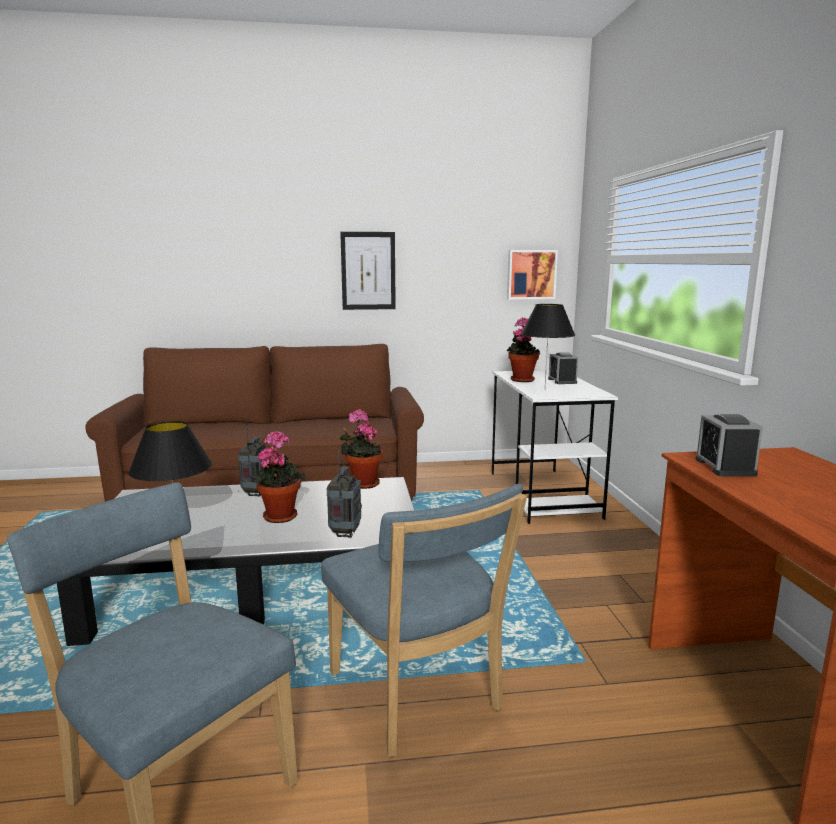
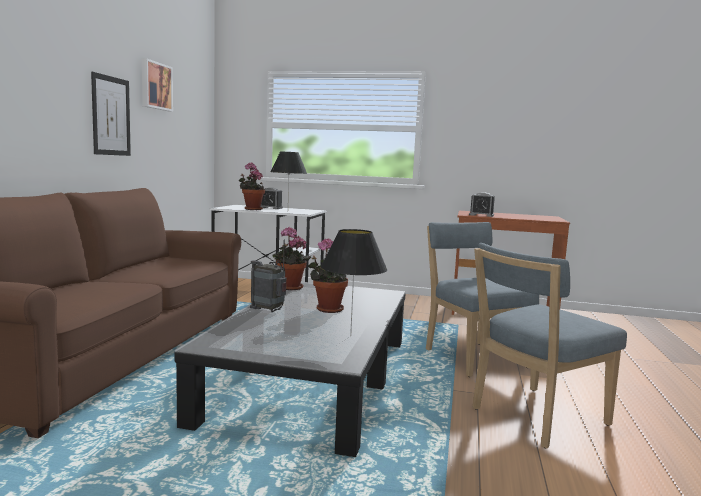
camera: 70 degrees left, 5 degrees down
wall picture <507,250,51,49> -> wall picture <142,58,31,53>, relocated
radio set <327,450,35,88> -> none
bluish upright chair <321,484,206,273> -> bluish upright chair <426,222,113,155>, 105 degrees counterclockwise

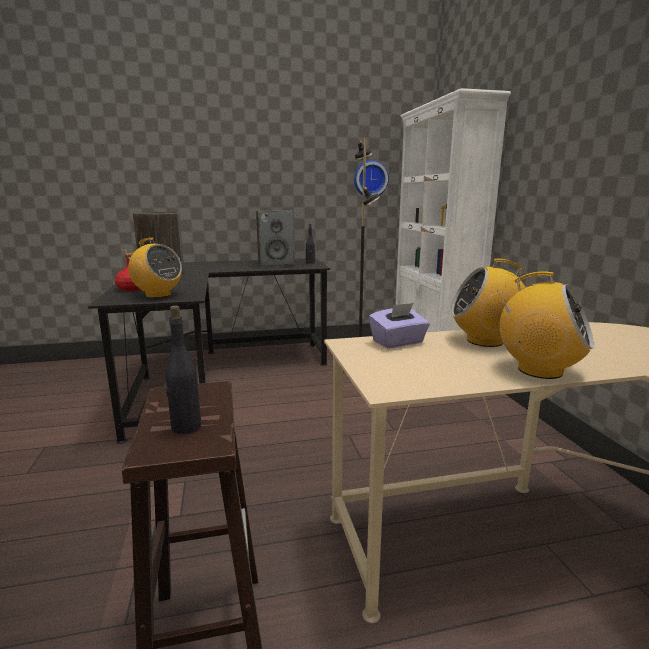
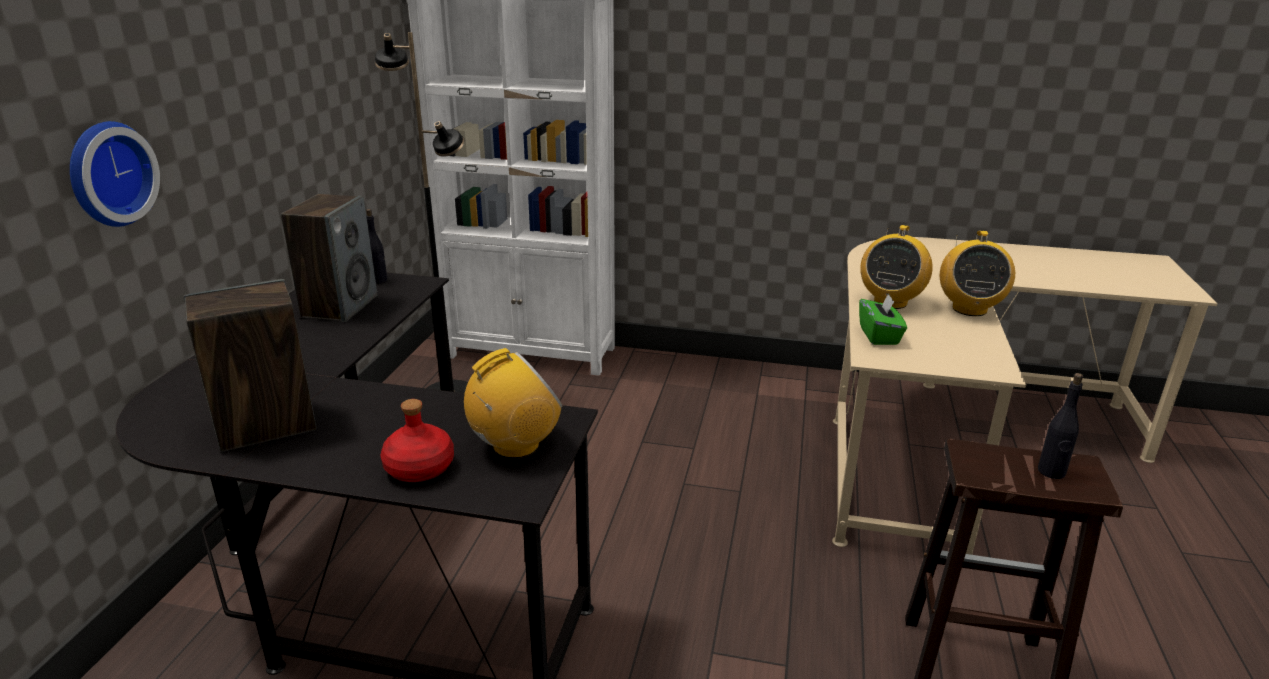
camera: 65 degrees left, 10 degrees up
hanging clock <354,160,35,37> -> hanging clock <70,121,90,106>, relocated
radio set <497,272,97,107> -> radio set <940,231,75,85>, 135 degrees clockwise
purple-coloured tissue holder <369,303,61,45> -> greenish tissue holder <859,293,48,52>

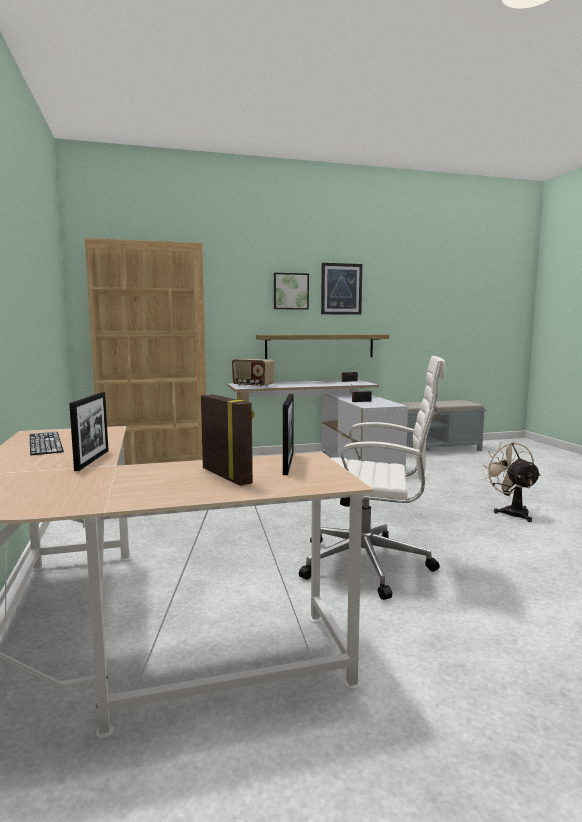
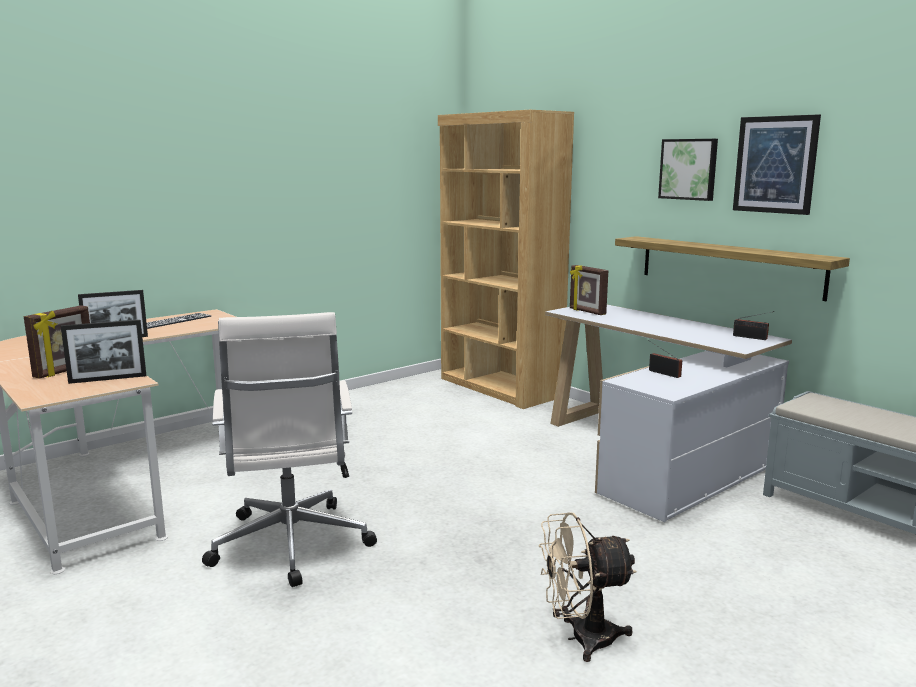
camera: 65 degrees right, 5 degrees up
radio set <232,359,42,28> -> photo frame <570,265,38,50>
beige-coloured cooling fan <482,442,59,80> -> beige-coloured cooling fan <539,512,98,150>, 150 degrees counterclockwise

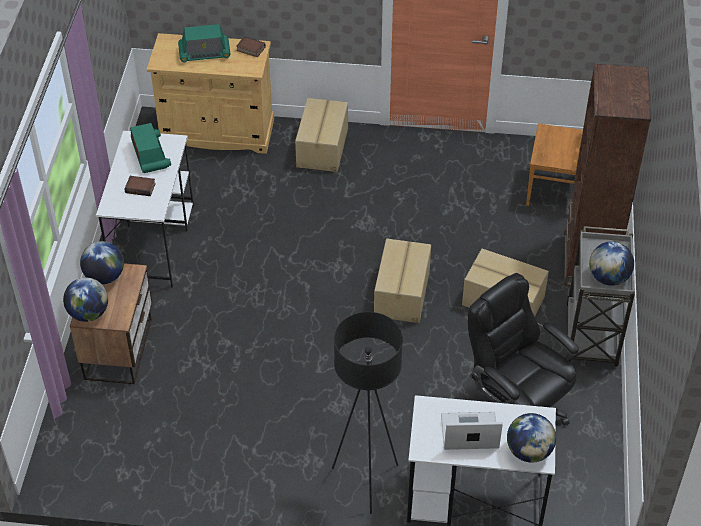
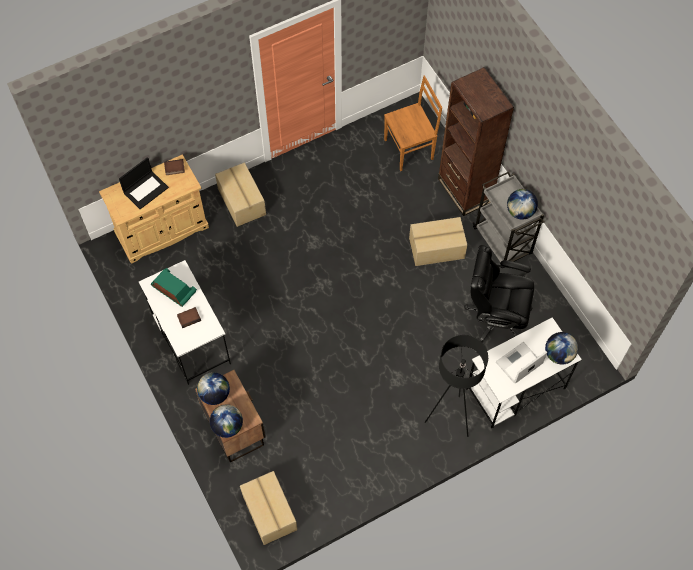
camera: 35 degrees left, 15 degrees up
radio set <178,24,53,38> -> laptop <119,157,50,52>
carton <374,239,57,84> -> carton <240,471,58,74>, relocated

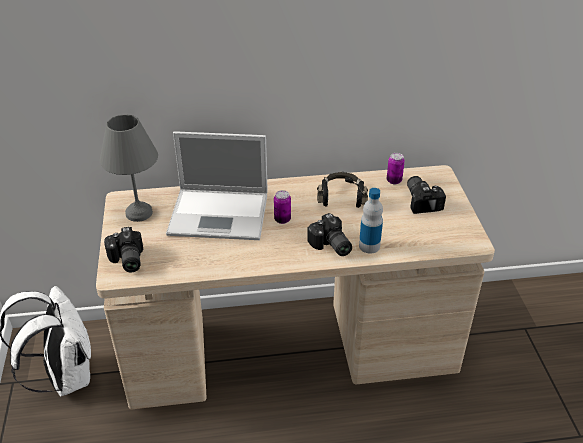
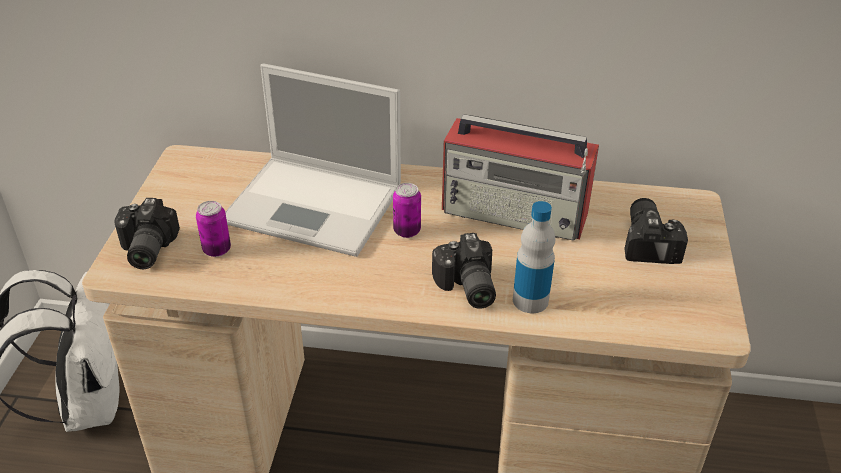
camera: 15 degrees right, 0 degrees up
grey tabletop lamp <100,115,58,107> -> none
sealed can <387,153,18,31> -> sealed can <196,201,35,56>, relocated
black pair of headphones <317,172,51,36> -> radio set <442,114,157,127>

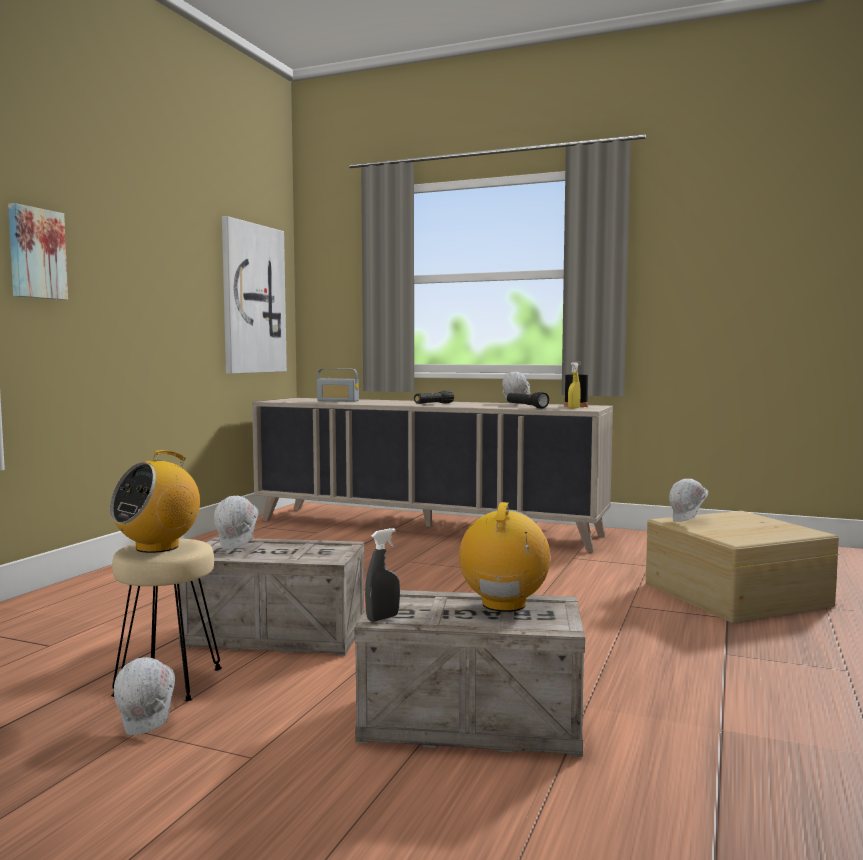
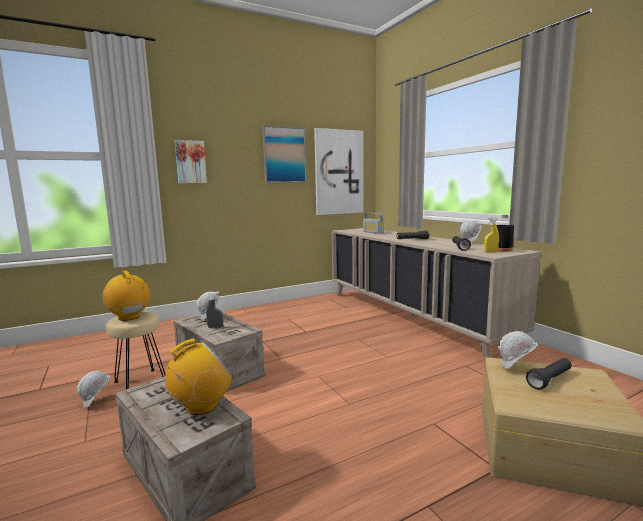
camera: 40 degrees right, 5 degrees up
radio set <110,450,90,103> -> radio set <103,270,47,51>, 60 degrees clockwise
grey hand sprayer <365,528,35,94> -> grey hand sprayer <206,292,17,36>, relocated
none -> wall picture <262,125,44,58>
none -> black flashlight <526,358,46,32>

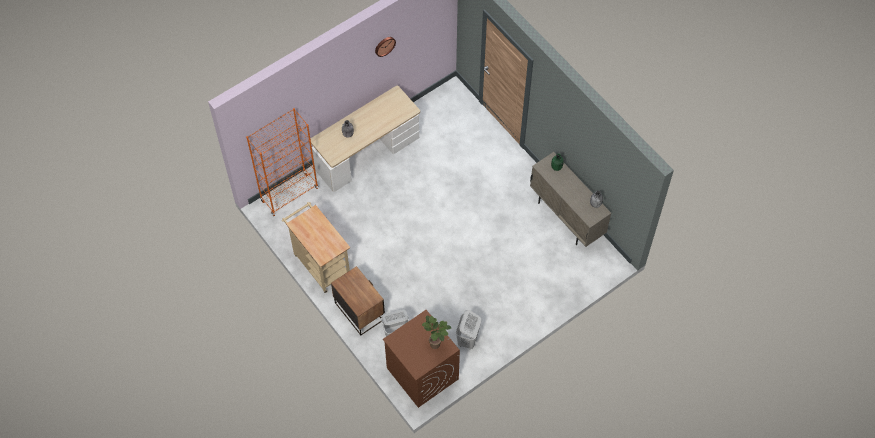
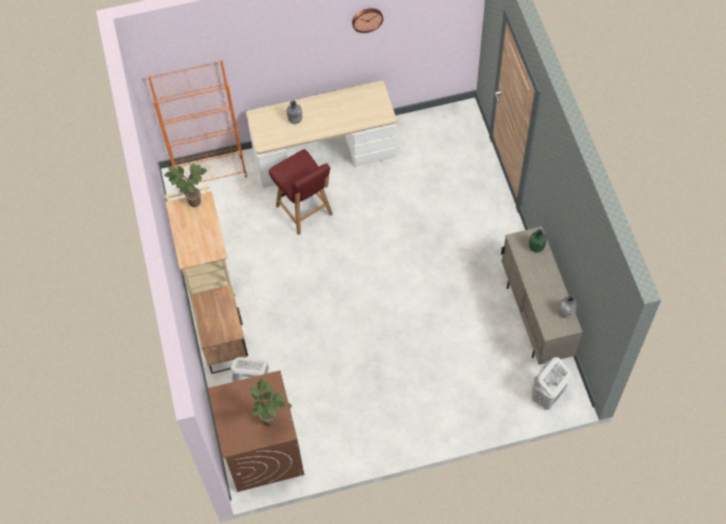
camera: 25 degrees right, 0 degrees up
whitish laundry basket <455,310,26,39> -> whitish laundry basket <532,357,40,53>, relocated
none -> red upright chair <269,149,64,86>
none -> plant in a pot <164,163,43,44>

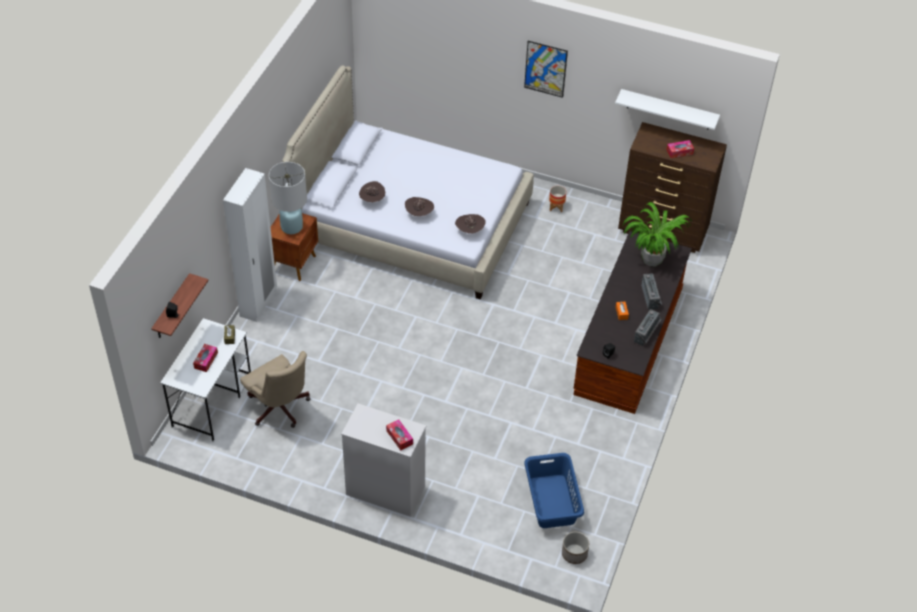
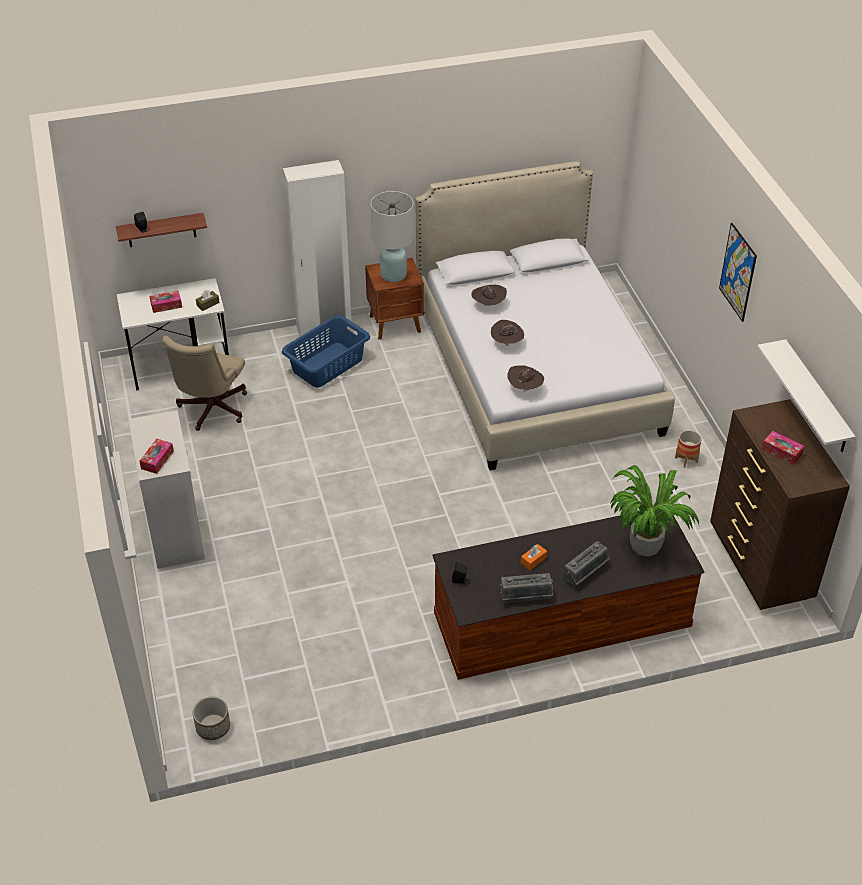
camera: 55 degrees right, 5 degrees down
bluish laundry basket <524,453,60,75> -> bluish laundry basket <282,315,88,73>, relocated

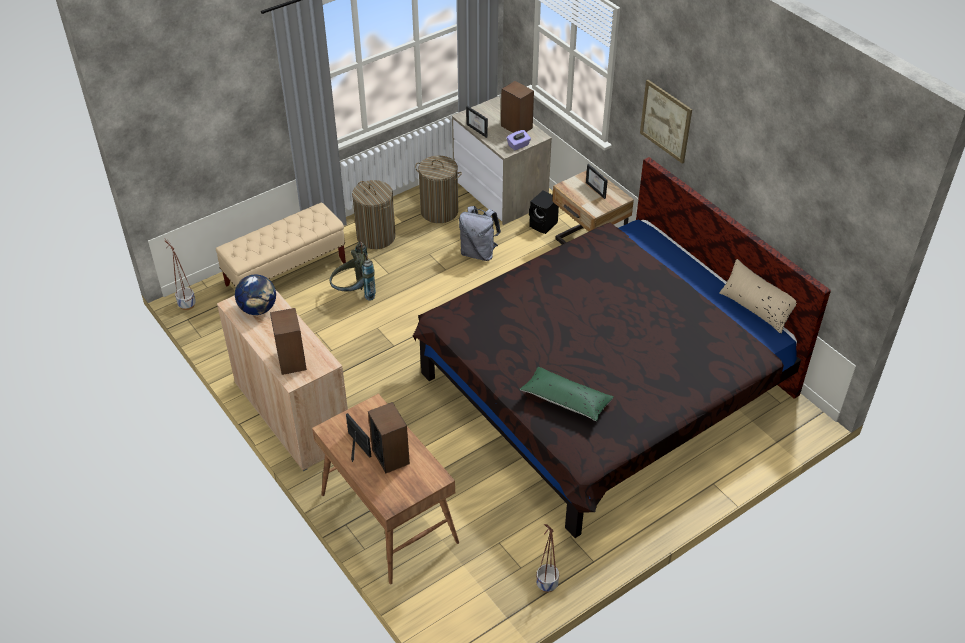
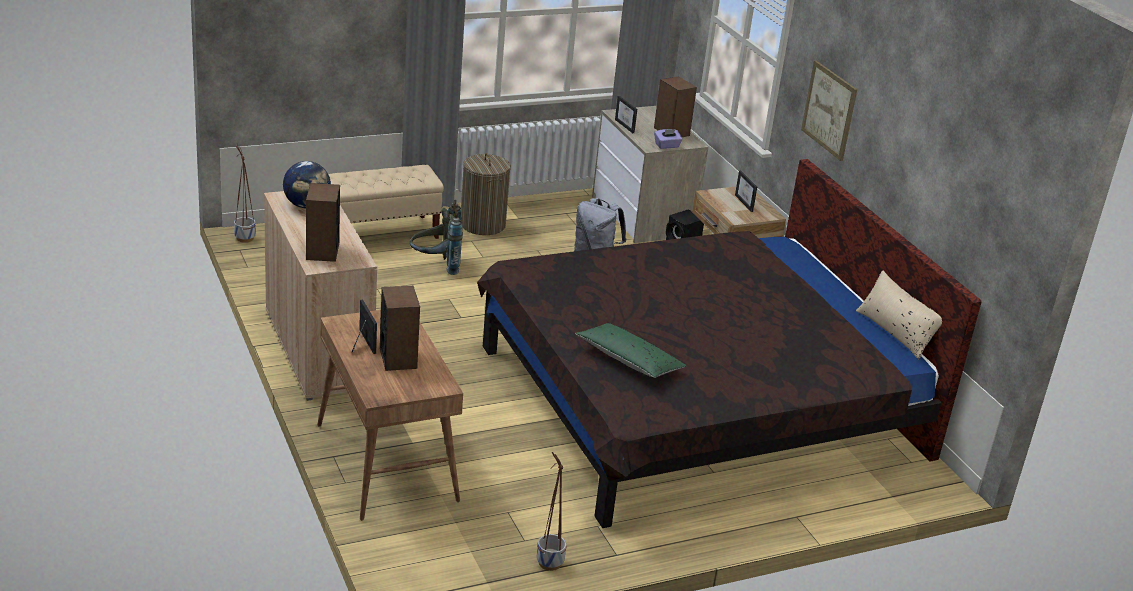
camera: 10 degrees right, 15 degrees down
laundry basket <415,156,47,67> -> none

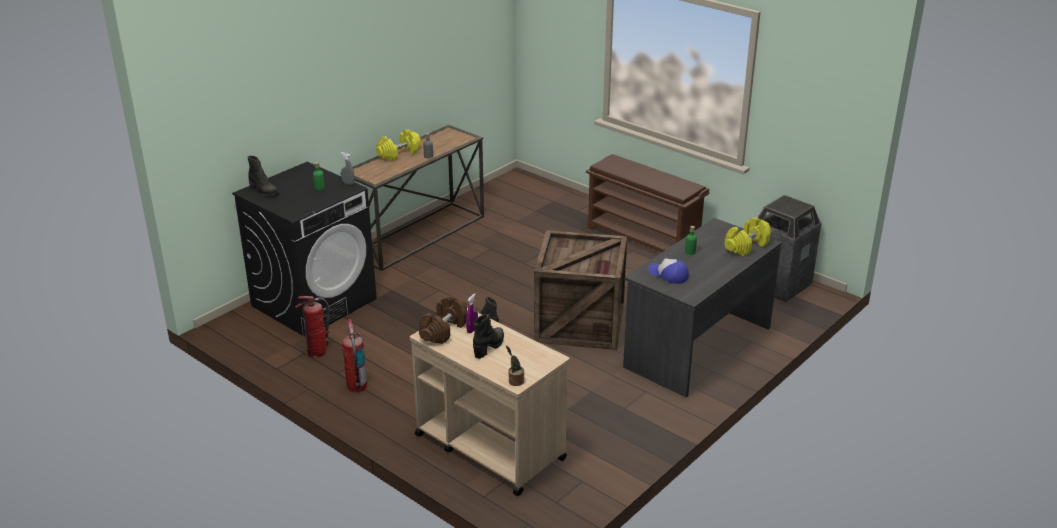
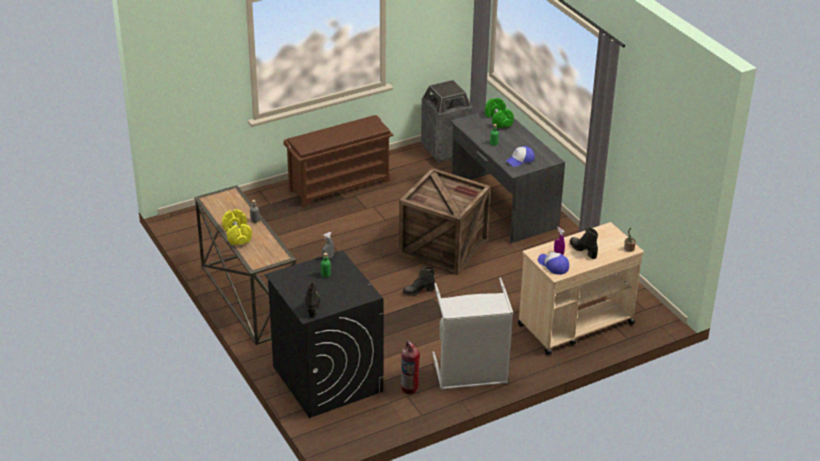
camera: 70 degrees left, 5 degrees up
black tall boot <248,156,31,40> -> black tall boot <306,281,15,37>, 60 degrees counterclockwise
yellowish hand weight <724,217,47,39> -> greenish hand weight <485,98,29,30>
brownish hand weight <419,296,48,48> -> peaked cap <538,252,31,23>
extinguisher <342,319,25,74> -> grey laundry basket <432,278,81,112>

